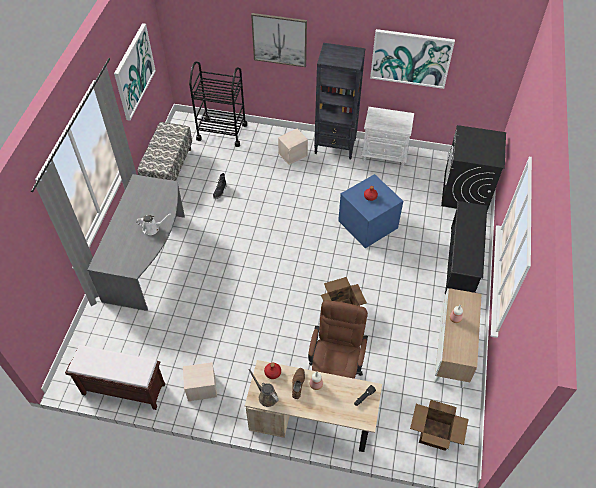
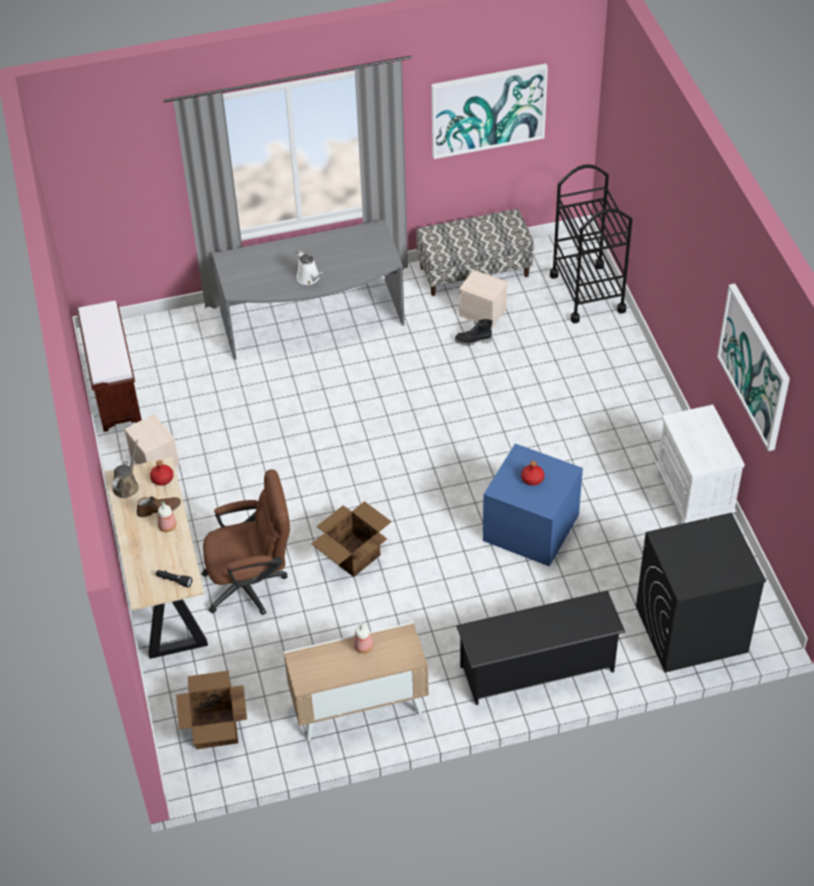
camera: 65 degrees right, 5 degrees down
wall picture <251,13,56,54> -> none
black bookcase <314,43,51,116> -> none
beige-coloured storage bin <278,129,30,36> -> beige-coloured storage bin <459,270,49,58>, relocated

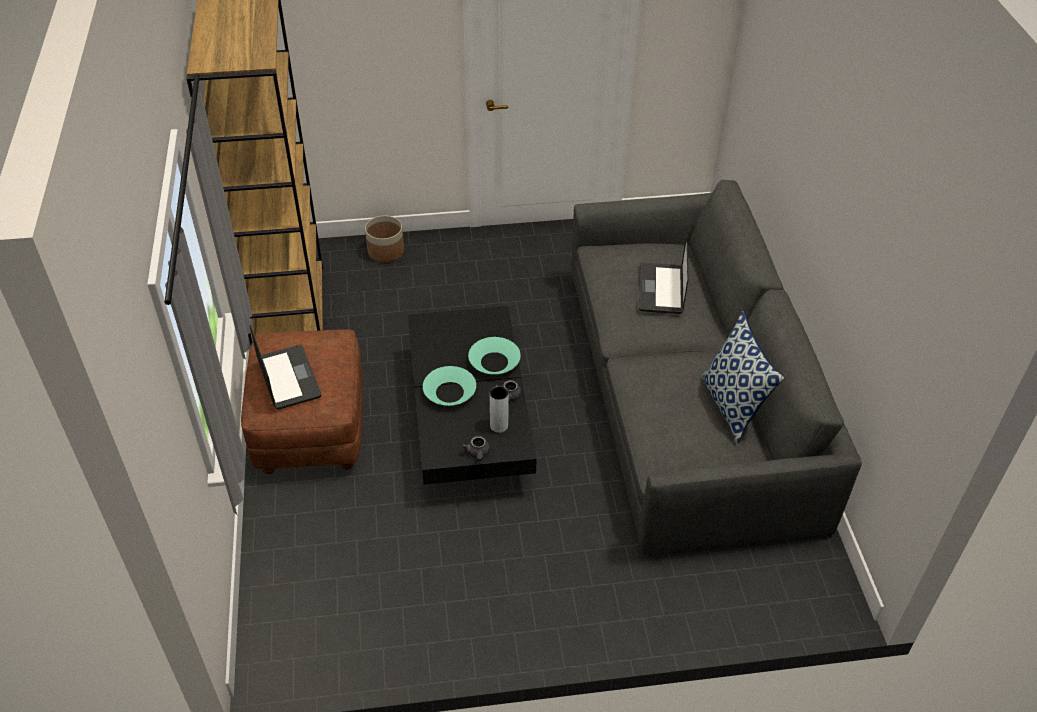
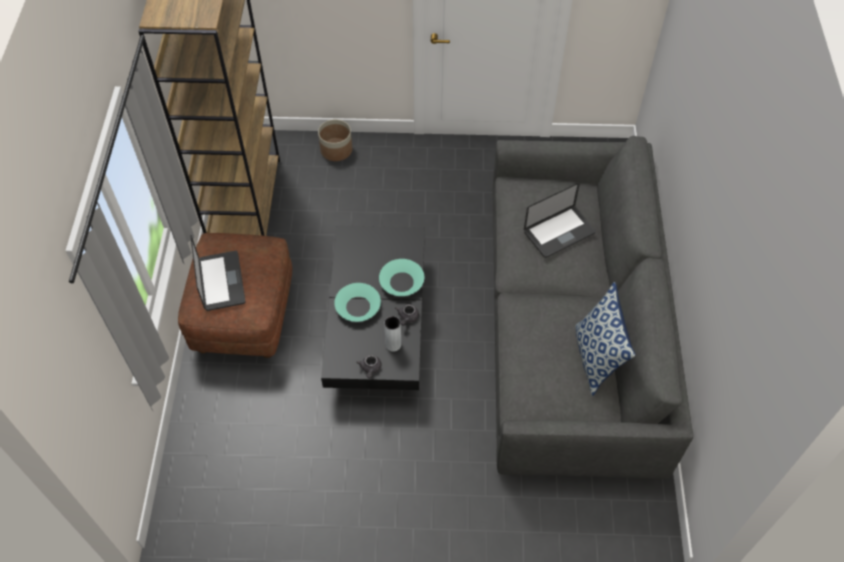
camera: 10 degrees right, 10 degrees up
laptop <639,234,49,80> -> laptop <524,183,72,75>, 135 degrees counterclockwise

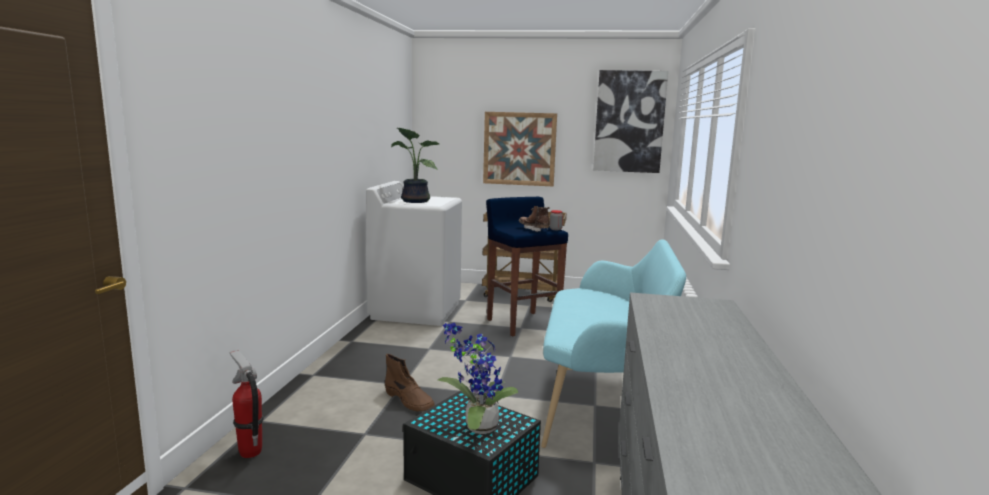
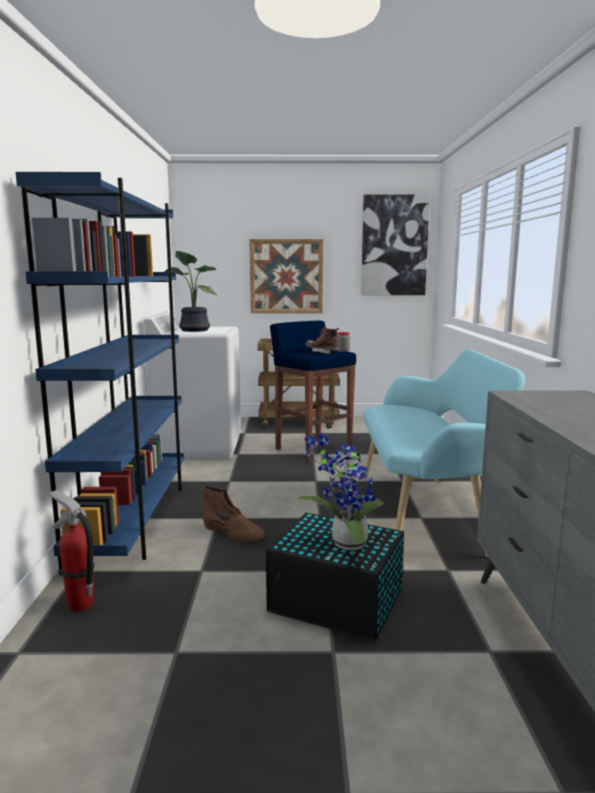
camera: 10 degrees left, 0 degrees up
none -> bluish bookcase <15,172,169,403>

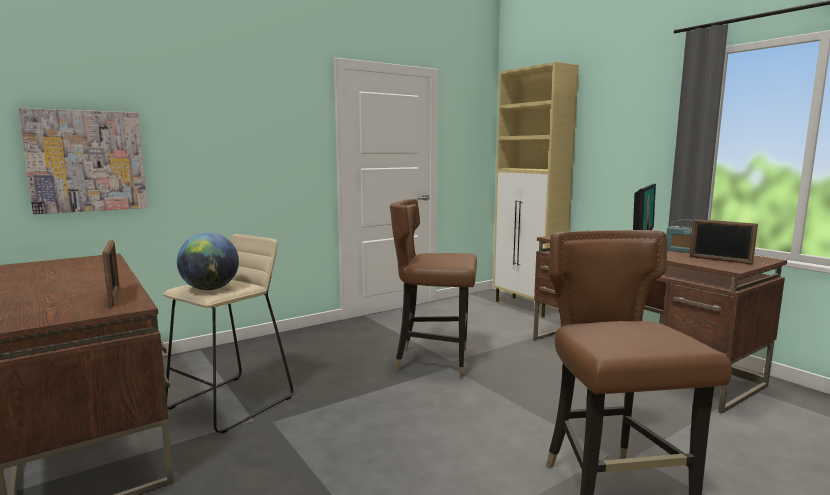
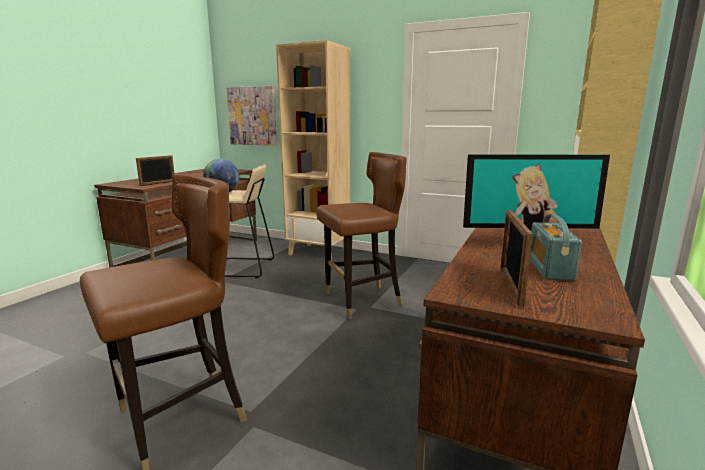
camera: 60 degrees right, 5 degrees up
brownish upright chair <390,199,87,180> -> brownish upright chair <316,152,91,167>, 90 degrees clockwise
none -> beige-coloured bookcase <276,40,74,221>

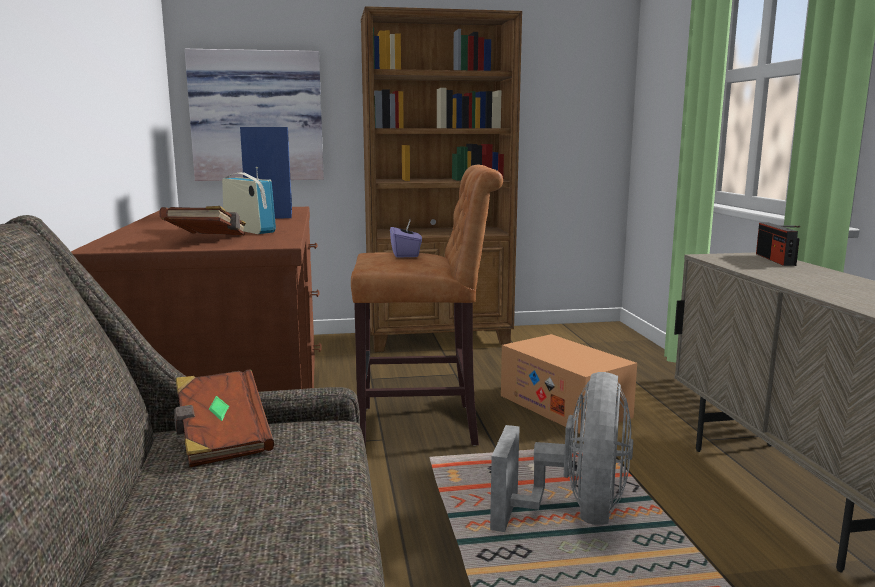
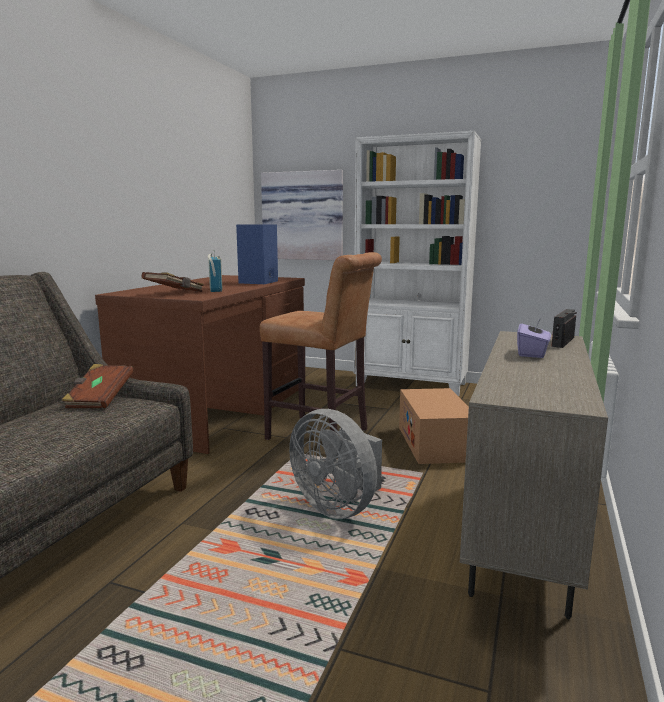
camera: 30 degrees right, 0 degrees up
brownish bookcase <361,6,161,346> -> whitish bookcase <353,131,128,265>
purple-coloured tissue holder <390,220,32,38> -> purple-coloured tissue holder <517,317,34,41>, relocated
grey cooling fan <490,372,143,160> -> grey cooling fan <289,409,93,110>, 90 degrees clockwise

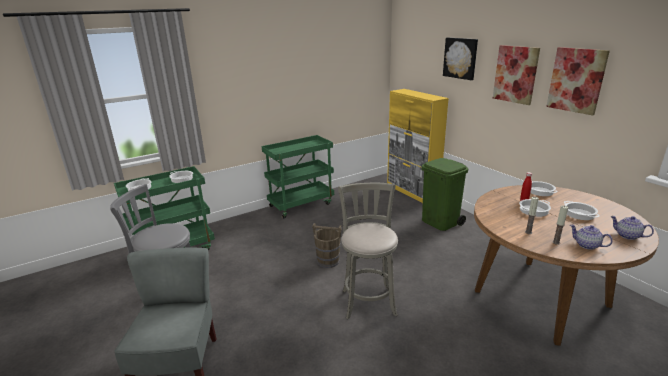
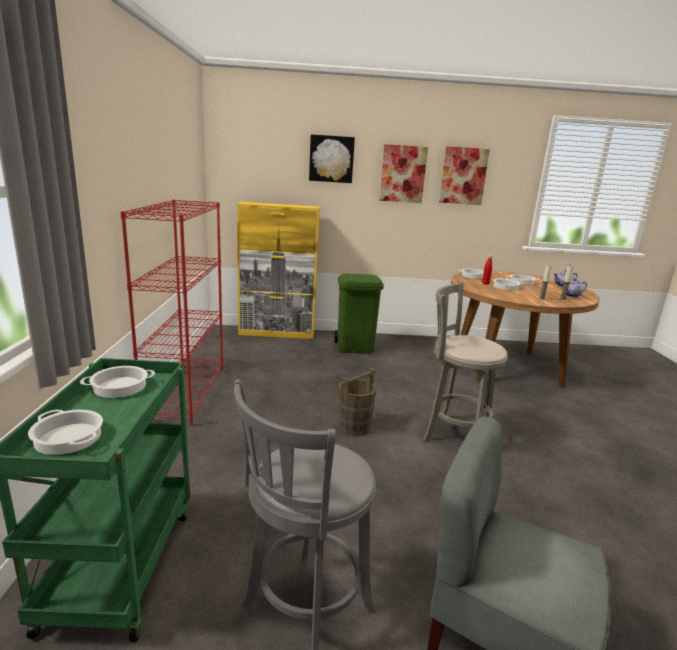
camera: 60 degrees left, 5 degrees down
greenish trolley <262,135,72,83> -> red bookcase <120,199,103,227>

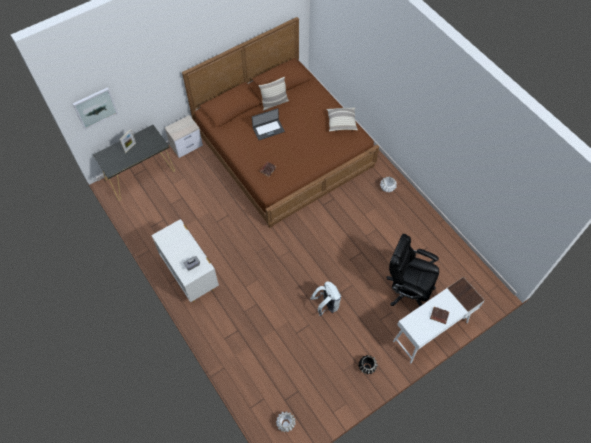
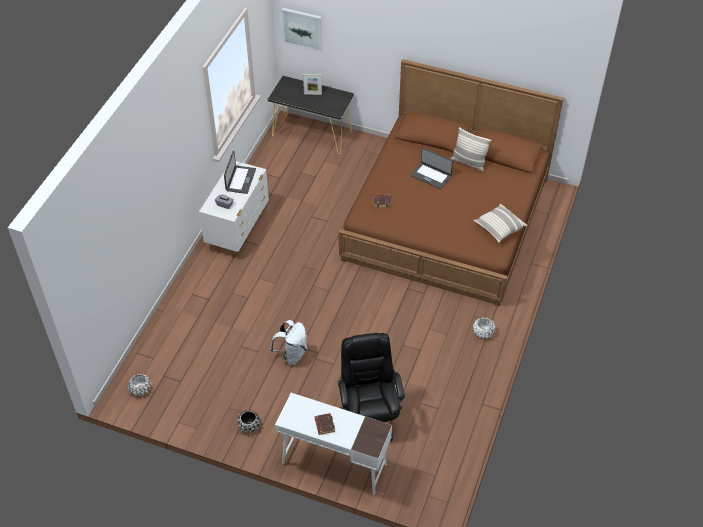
camera: 55 degrees right, 10 degrees down
night table <165,115,38,43> -> none
none -> laptop <224,151,32,43>

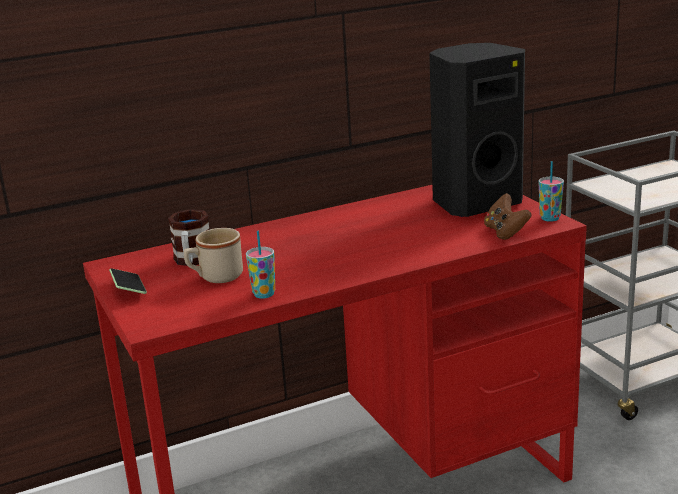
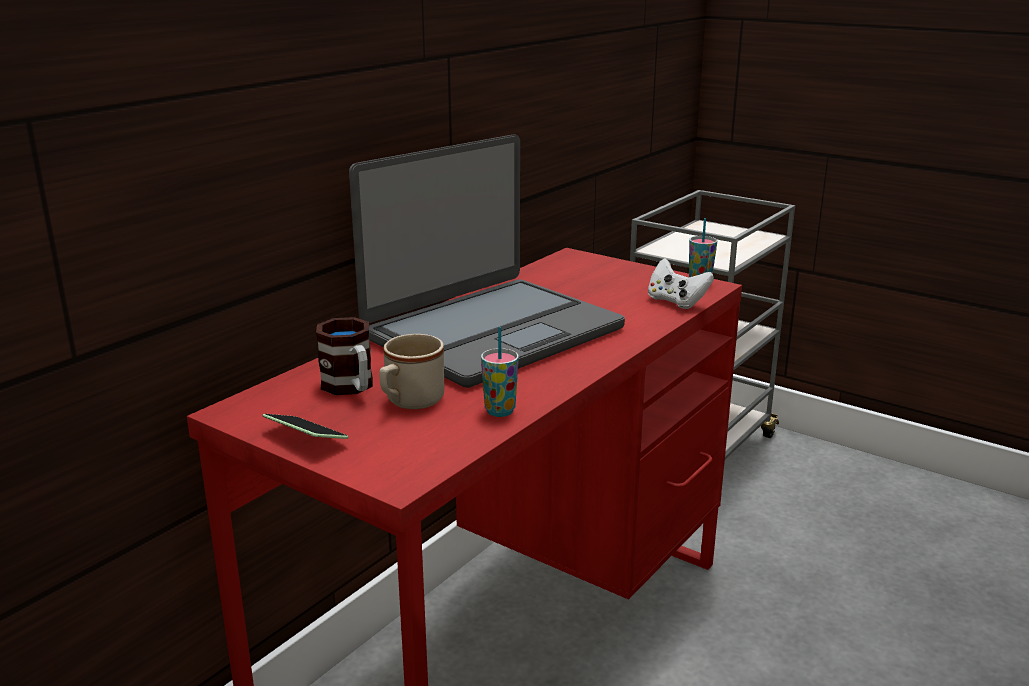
camera: 30 degrees left, 0 degrees up
black speaker <429,43,96,174> -> none
brownish gamepad <484,193,48,47> -> whitish gamepad <648,258,66,51>
none -> laptop <349,134,276,254>

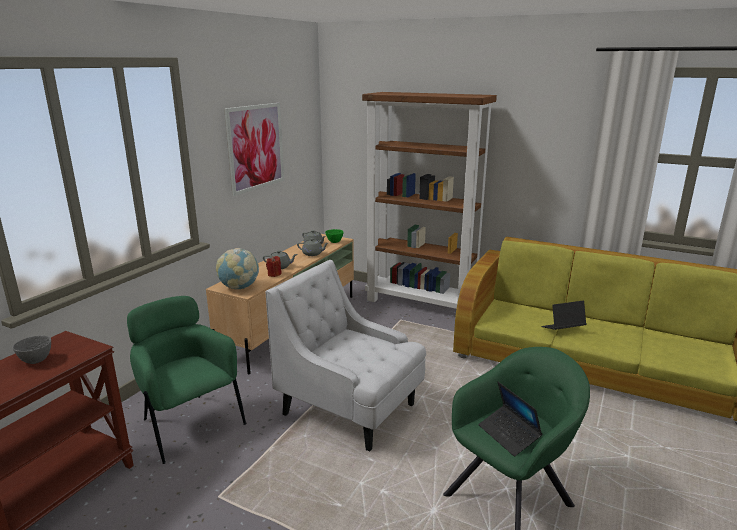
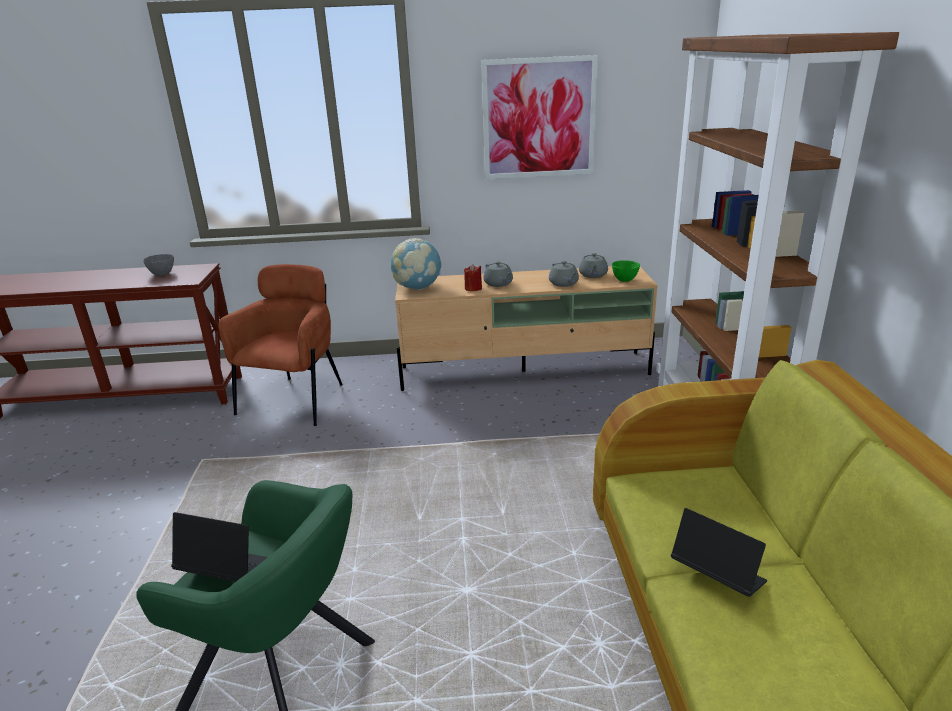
camera: 60 degrees right, 5 degrees up
whitish lounge chair <265,260,161,192> -> none
greenish lounge chair <127,296,119,168> -> brownish lounge chair <218,264,125,162>
laptop <478,382,64,74> -> laptop <171,512,97,70>, 75 degrees clockwise

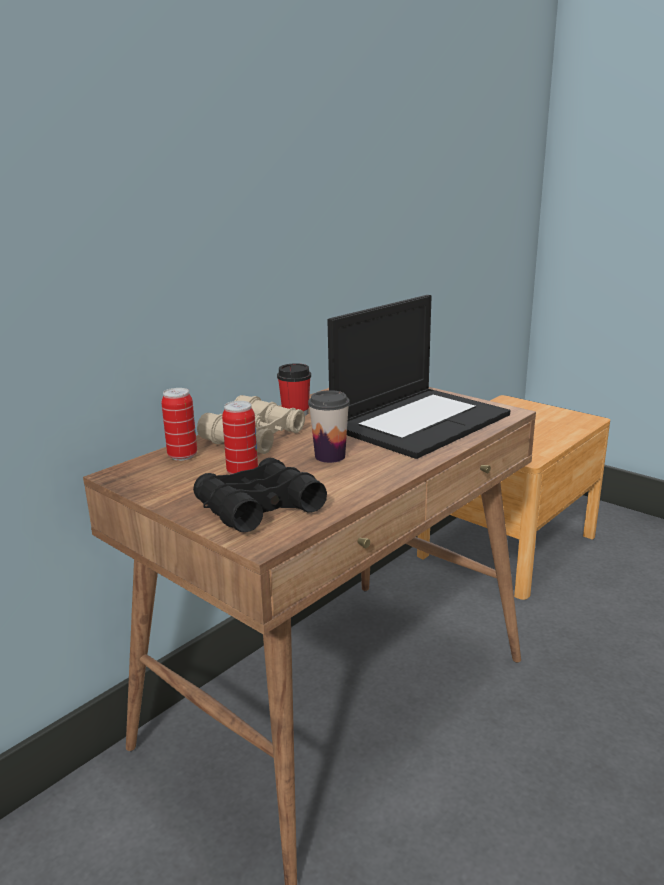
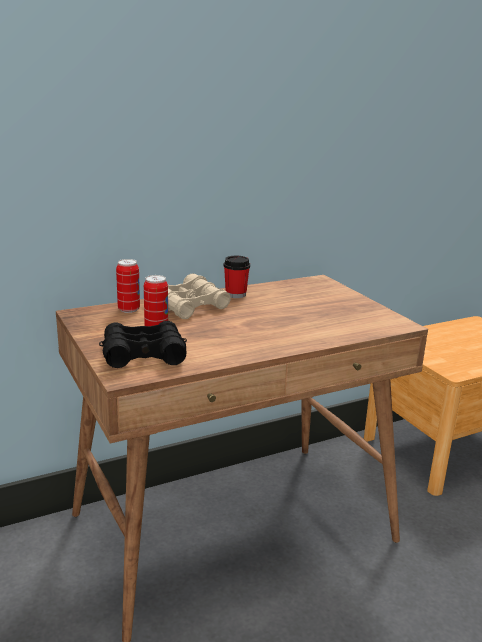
camera: 20 degrees right, 0 degrees up
laptop <328,295,182,164> -> none
drinking cup <308,390,42,73> -> none

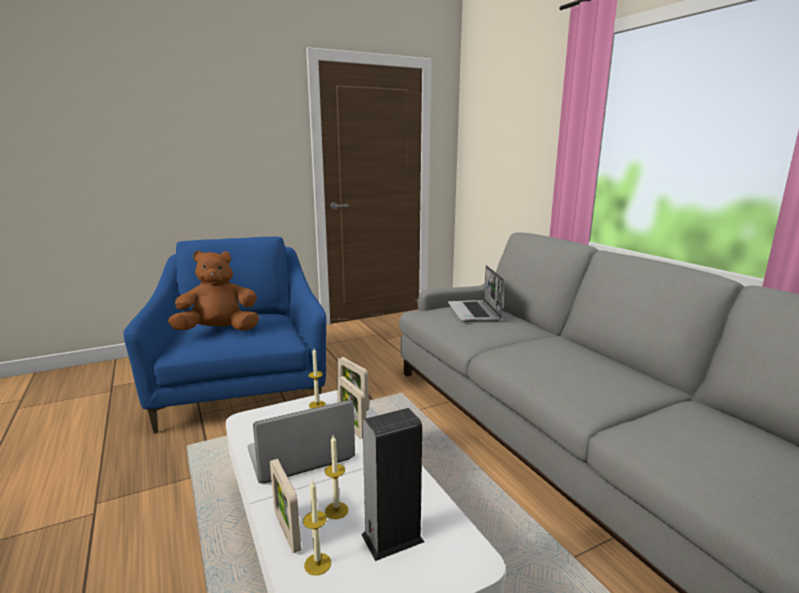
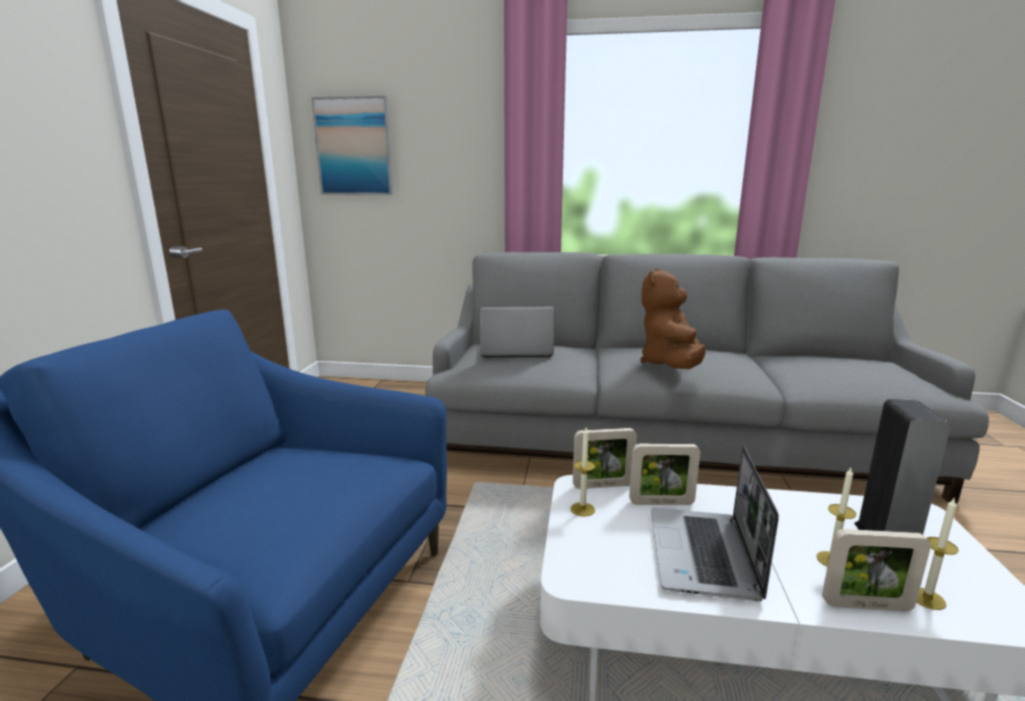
camera: 55 degrees left, 0 degrees up
brownish cuddly toy <168,250,91,80> -> brownish cuddly toy <640,268,66,101>, relocated
laptop <448,265,56,57> -> laptop <480,306,75,52>, 150 degrees clockwise
none -> wall picture <311,96,82,99>

